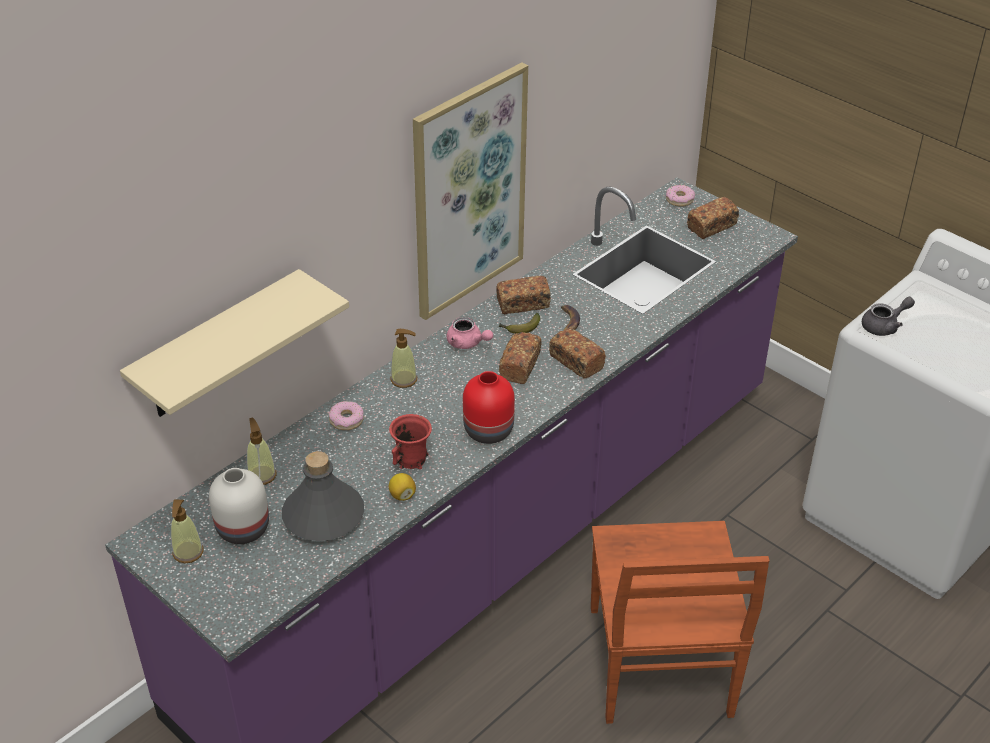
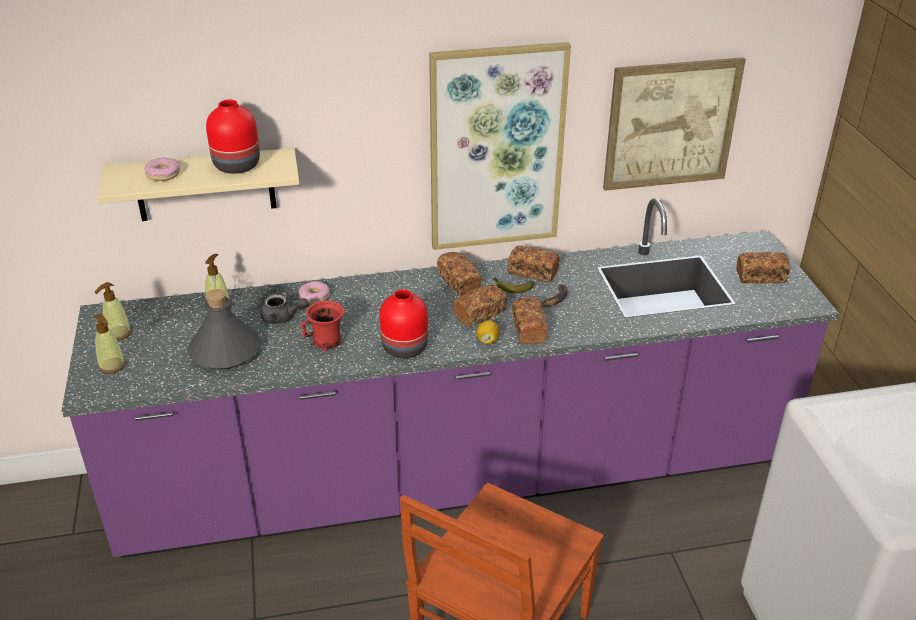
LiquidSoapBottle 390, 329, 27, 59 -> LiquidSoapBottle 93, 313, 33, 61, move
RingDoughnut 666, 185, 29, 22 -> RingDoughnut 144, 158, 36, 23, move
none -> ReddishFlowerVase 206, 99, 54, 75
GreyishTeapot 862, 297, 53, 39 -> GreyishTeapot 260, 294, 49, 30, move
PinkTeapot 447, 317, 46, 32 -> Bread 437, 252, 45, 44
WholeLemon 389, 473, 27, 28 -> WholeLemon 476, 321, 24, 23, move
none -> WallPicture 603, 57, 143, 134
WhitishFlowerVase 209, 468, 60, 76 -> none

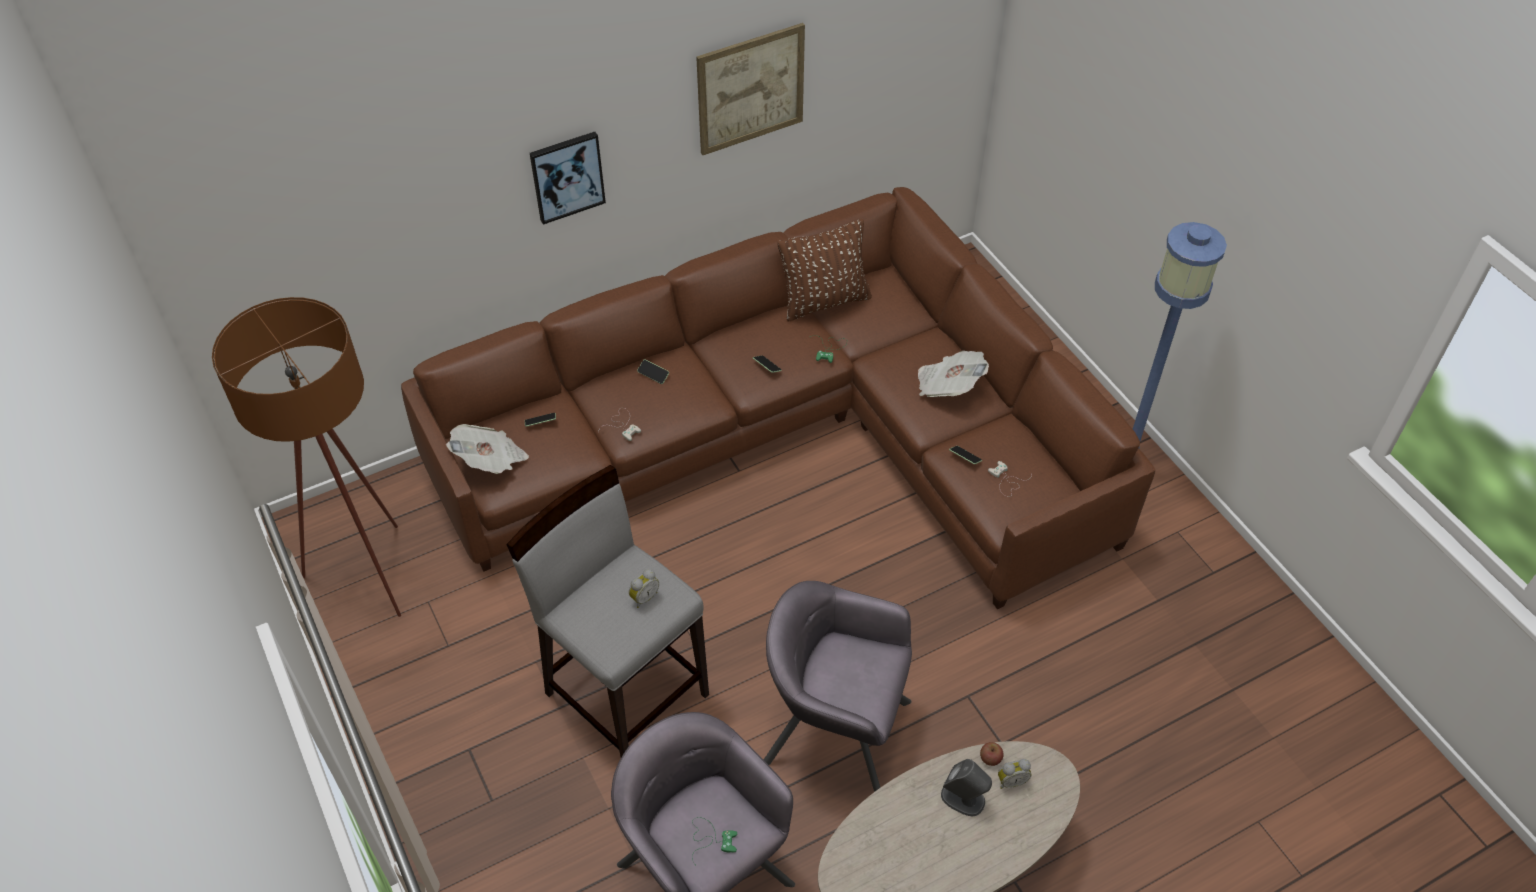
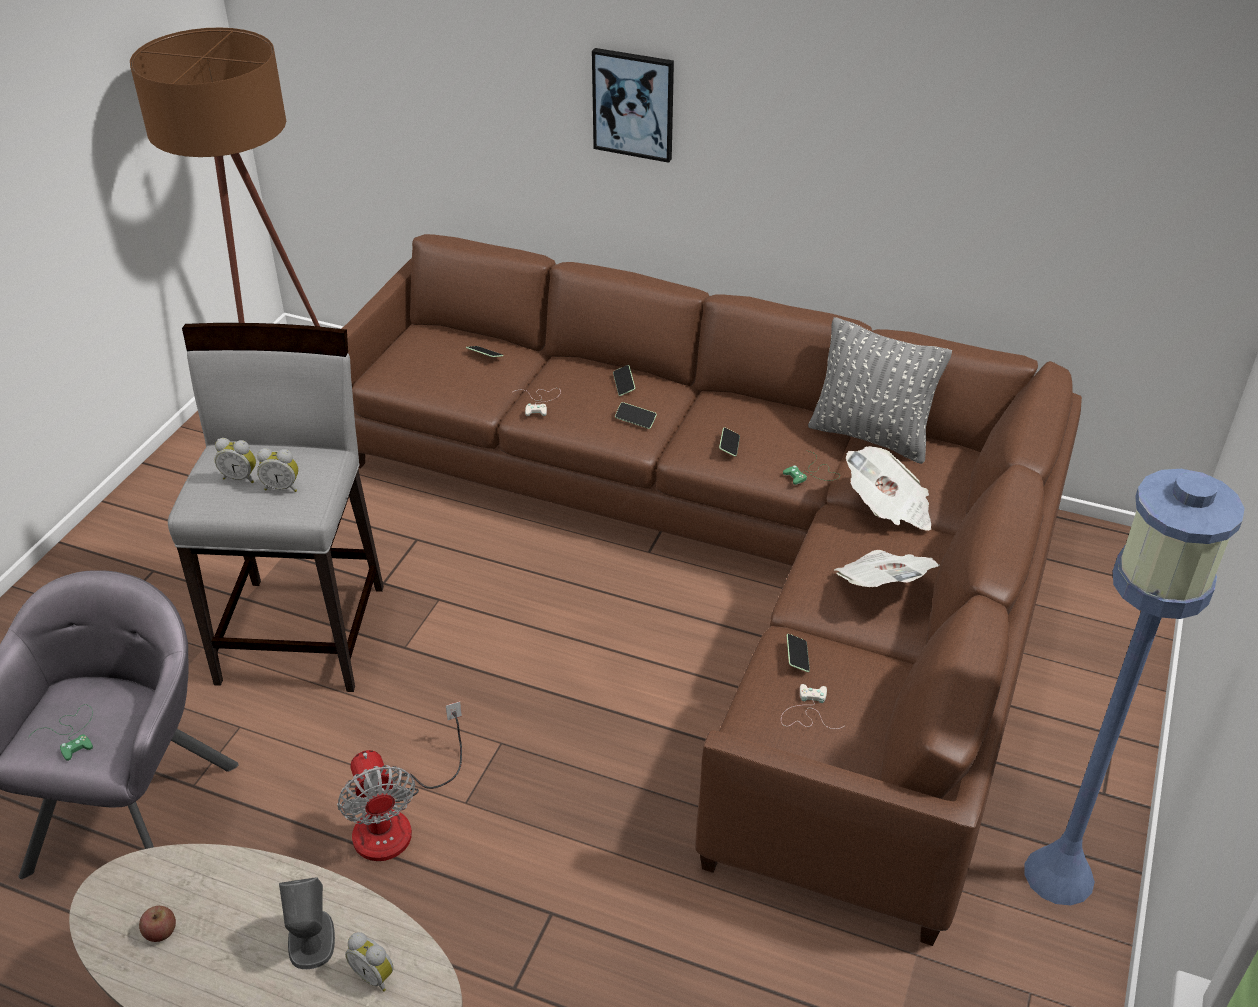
WholeApple 980, 742, 24, 24 -> WholeApple 139, 906, 37, 36, move
none -> BedsideClock 215, 438, 41, 45
GreyishArmchair 763, 581, 149, 211 -> Fan 337, 701, 125, 160
none -> Phone 615, 402, 42, 27
BrownColouredPillow 778, 219, 94, 103 -> GreyishPillow 808, 317, 144, 147
PrintedPaper 446, 424, 83, 50 -> PrintedPaper 846, 446, 86, 85, move
WallPicture 696, 23, 109, 132 -> none

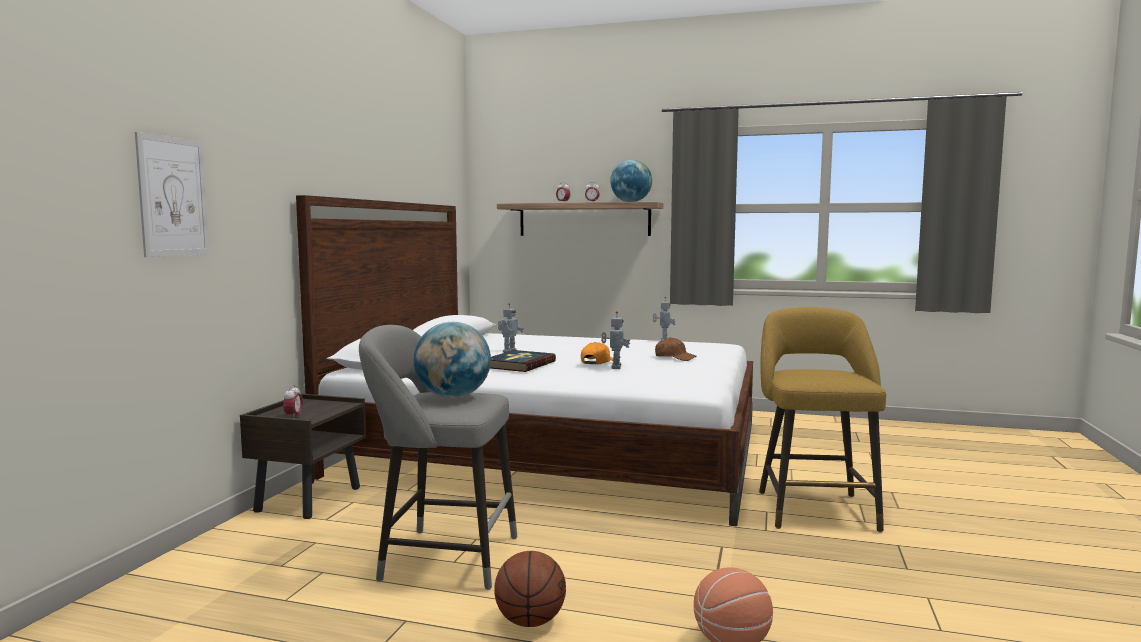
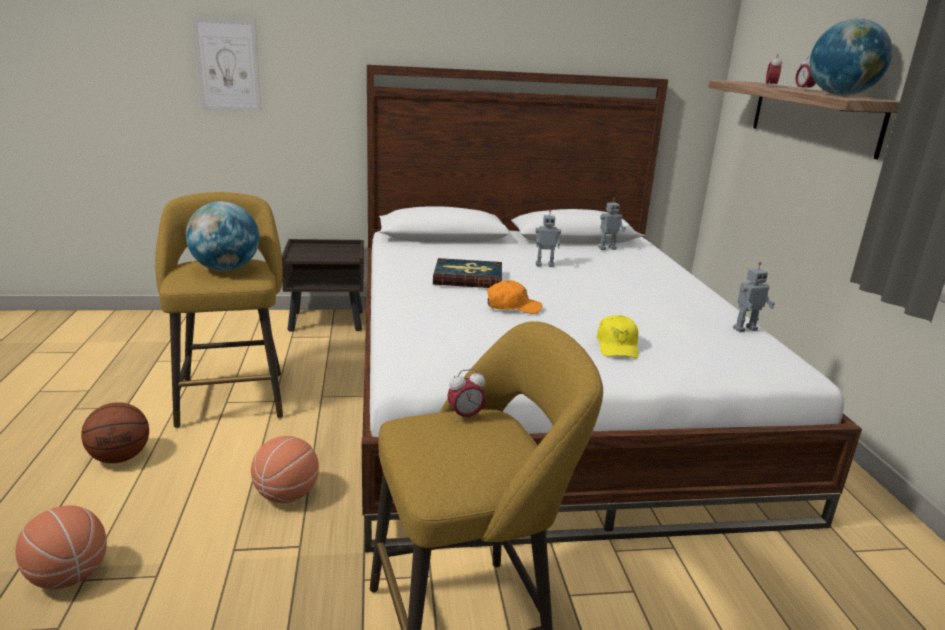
GreyishSittingStool 359, 325, 158, 265 -> YellowColouredSittingStool 155, 192, 128, 236
none -> BallForBasketball 251, 436, 68, 67
BedsideClock 283, 385, 20, 34 -> BedsideClock 447, 369, 39, 52, move
BrownColouredPeakedCap 655, 337, 42, 24 -> YellowColouredPeakedCap 596, 315, 43, 43
ToyRobot 601, 311, 29, 58 -> ToyRobot 598, 197, 27, 53, move

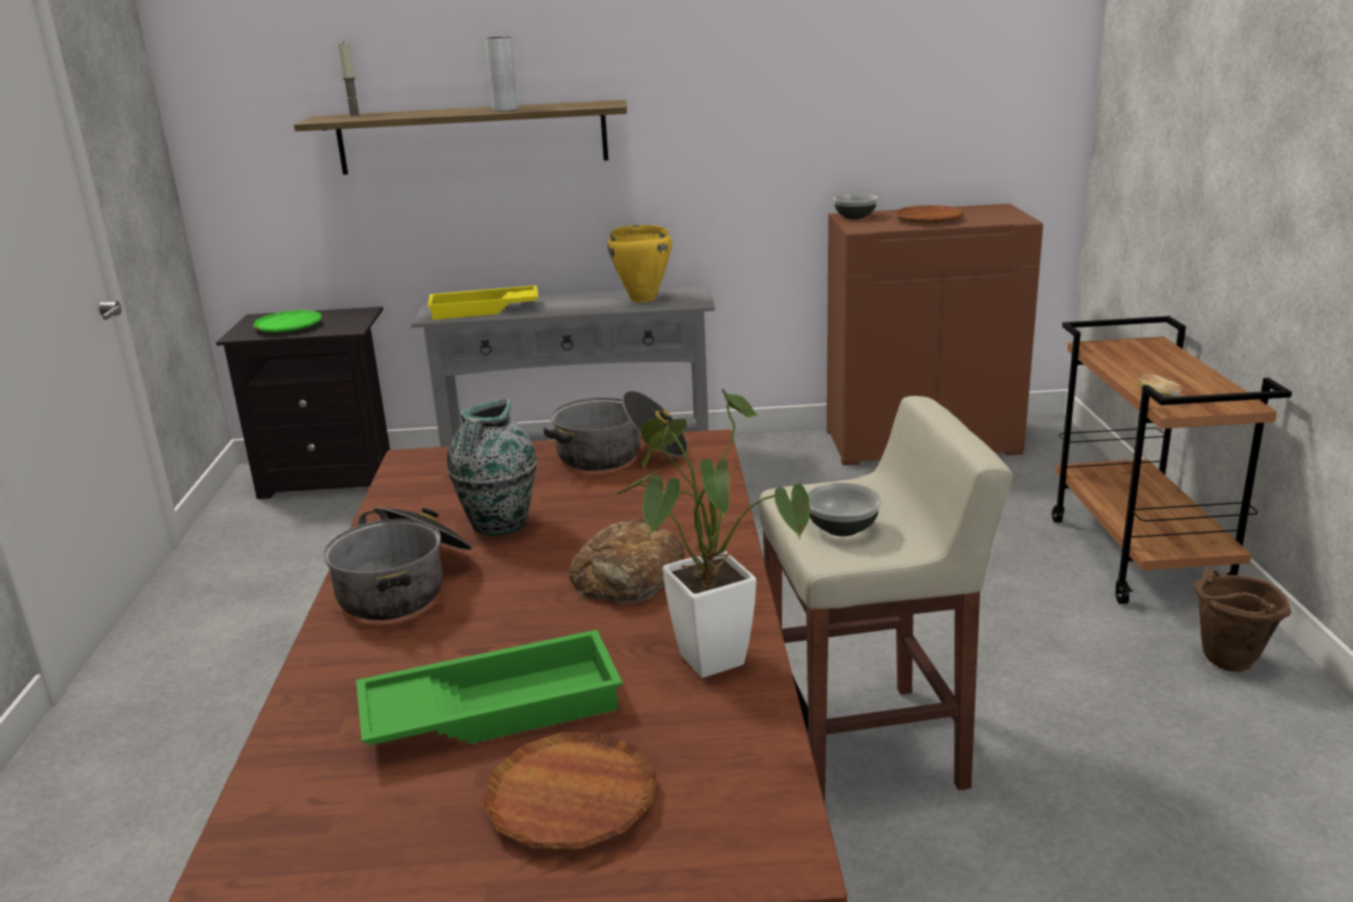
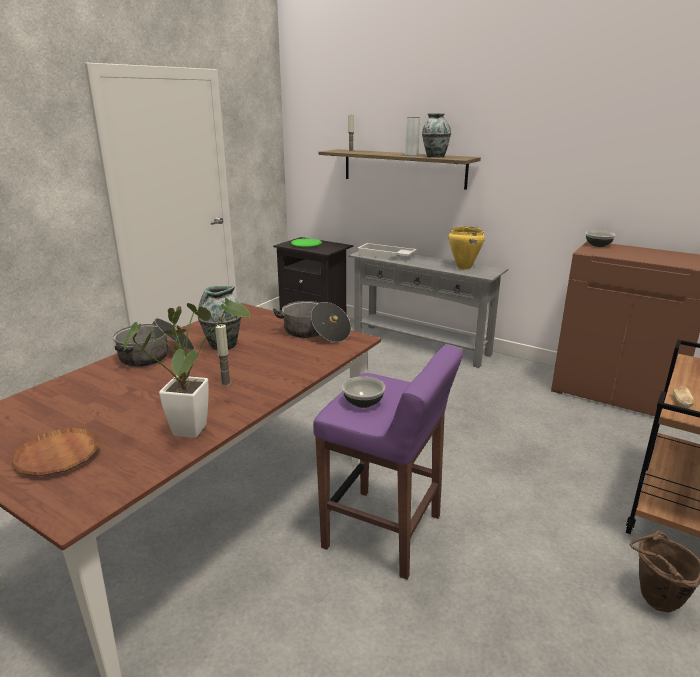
Bread 569, 518, 116, 86 -> WaxCandle 215, 324, 17, 62
BeigeColouredSittingStool 759, 396, 254, 407 -> PurplishSittingStool 313, 345, 150, 235
YellowColouredCarryingTray 428, 285, 110, 35 -> WhitishCarryingTray 357, 243, 60, 16
none -> FlowerVase 422, 113, 29, 44
GreenColouredCarryingTray 356, 630, 267, 115 -> none
BrownColouredPlate 895, 205, 69, 18 -> none

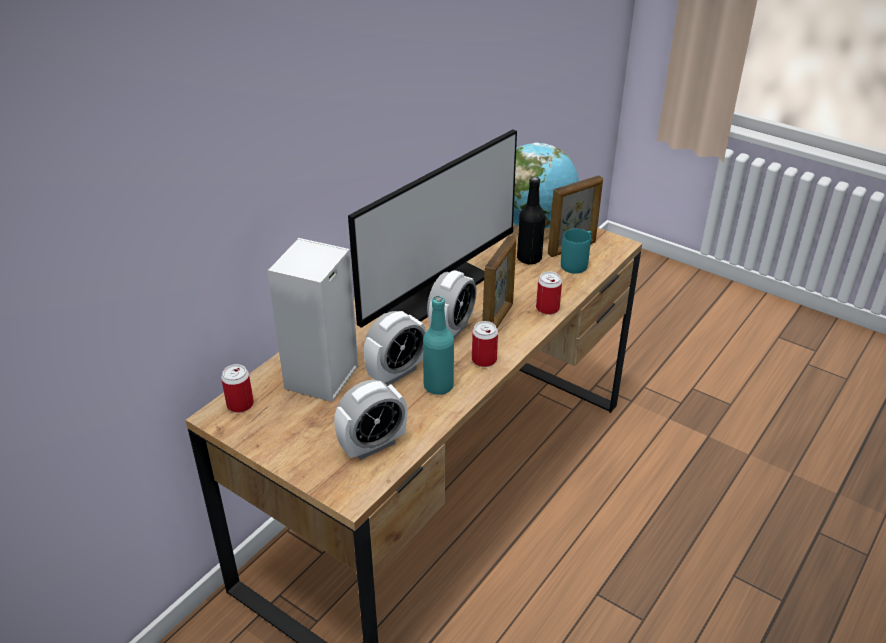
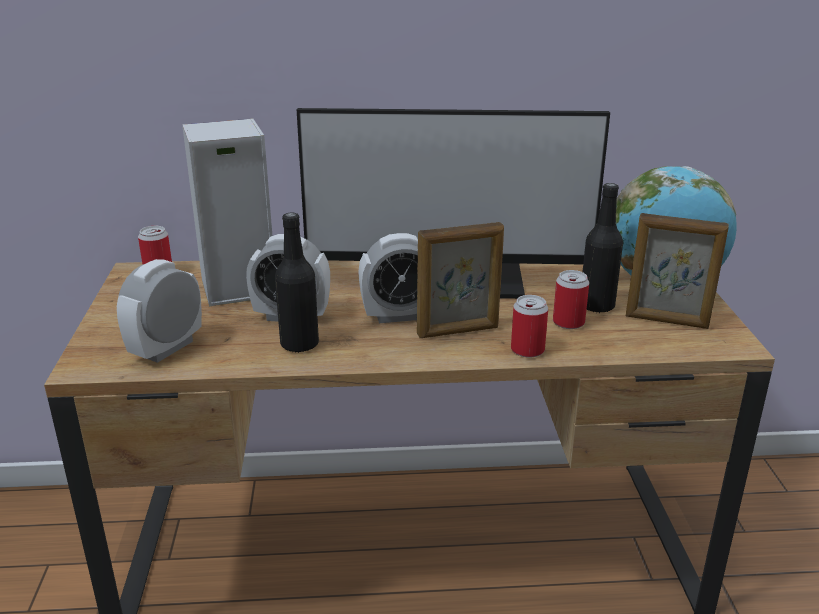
BedsideClock 334, 380, 73, 80 -> BedsideClock 117, 259, 85, 104, 105 degrees clockwise
BlueGreenBeverageBottle 423, 296, 31, 99 -> BlackBeverageBottle 275, 212, 44, 141
MetalCan 472, 321, 26, 46 -> MetalCan 553, 270, 36, 59, move
BlueGreenCoffeeMug 561, 228, 31, 46 -> none

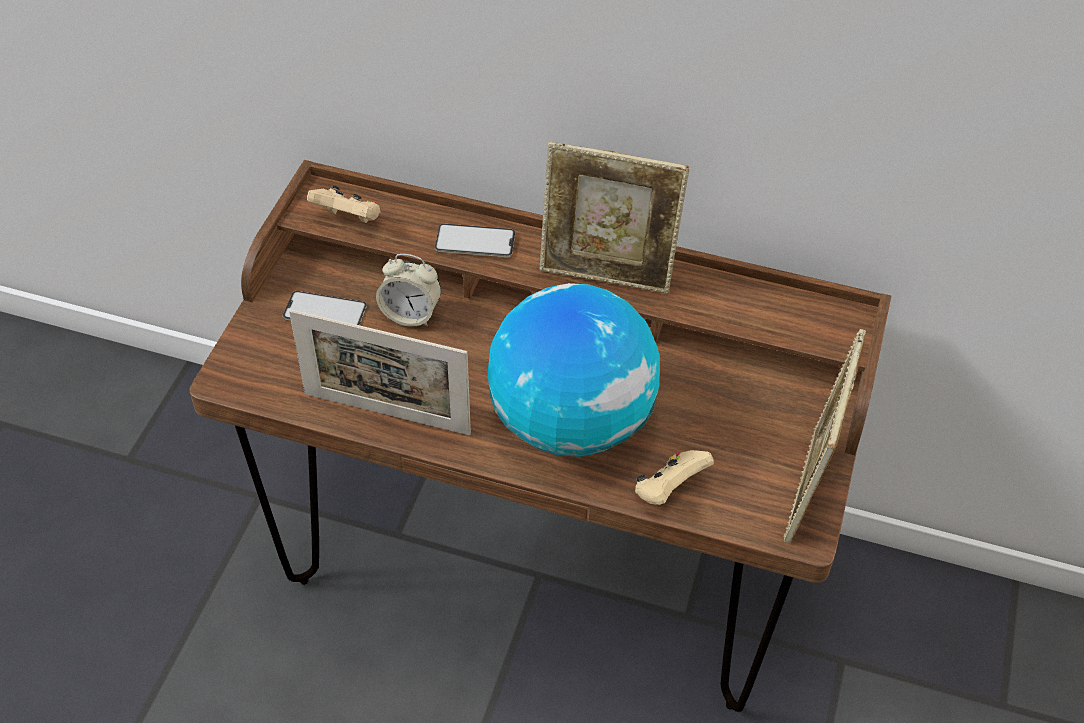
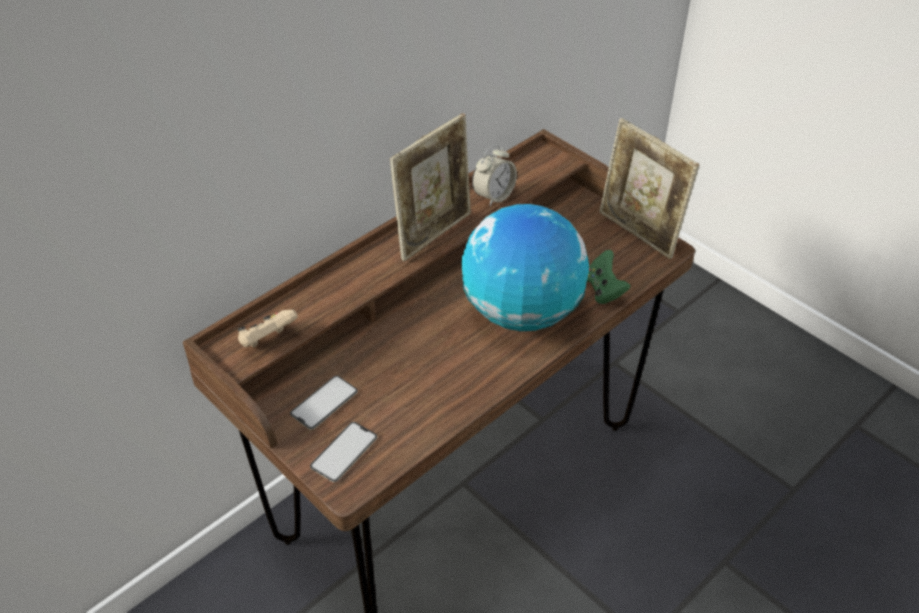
Phone 435, 223, 80, 34 -> Phone 310, 422, 67, 60, move
BedsideClock 376, 254, 65, 73 -> BedsideClock 472, 145, 45, 61, move
BeigeColouredGameController 635, 450, 79, 55 -> GreenColouredGameController 587, 250, 44, 54
PhotoFrame 289, 309, 182, 126 -> none

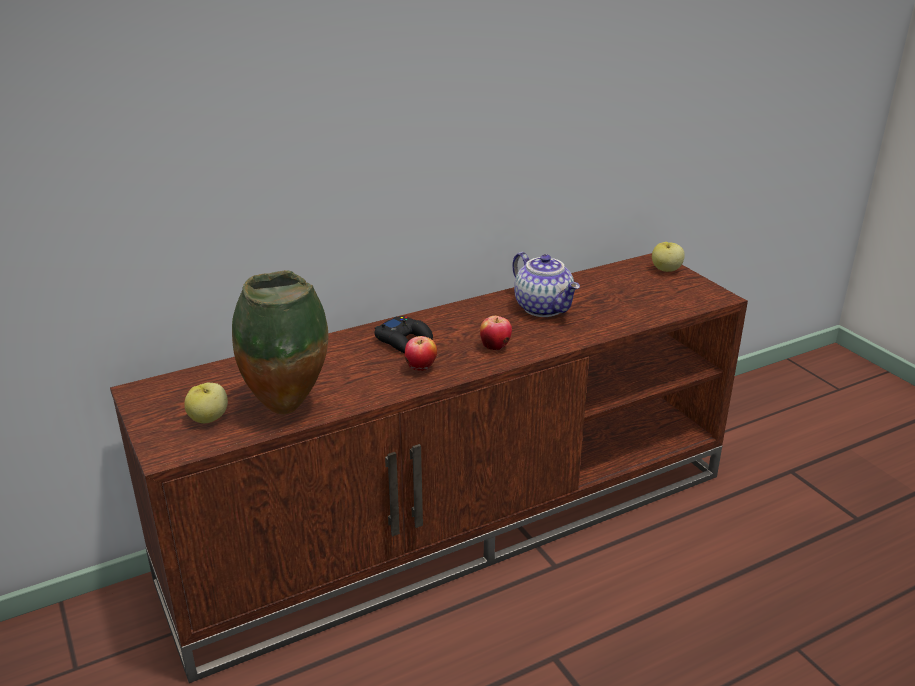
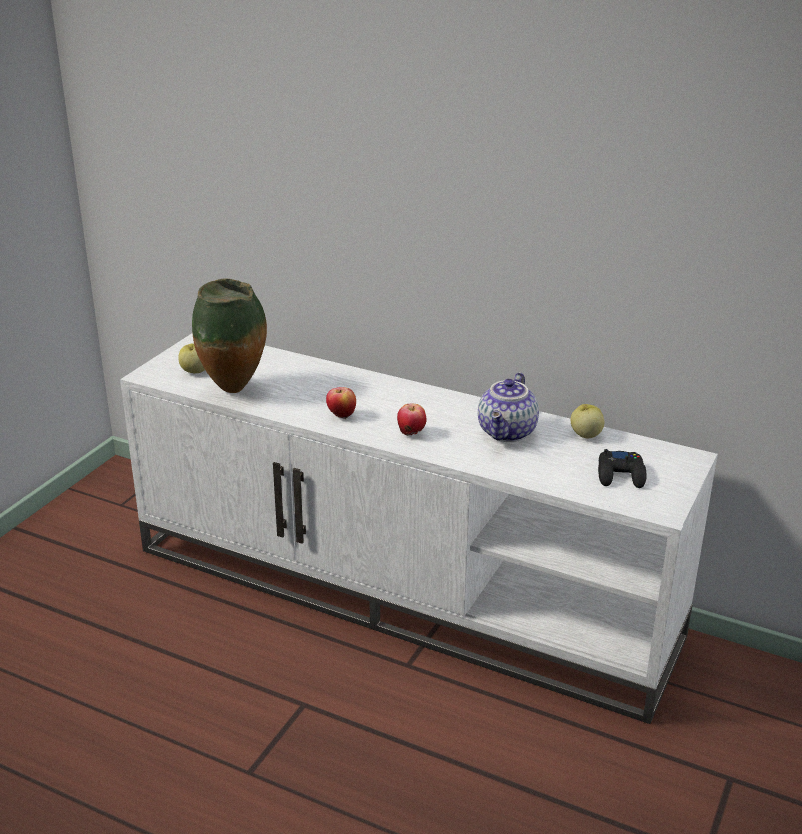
BrownColouredTvStand 110, 253, 638, 430 -> WhitishTvStand 120, 333, 598, 391
WholeApple 652, 242, 33, 30 -> WholeApple 571, 404, 33, 34, move
BlackGameController 374, 316, 59, 37 -> BlackGameController 598, 449, 49, 39, move

